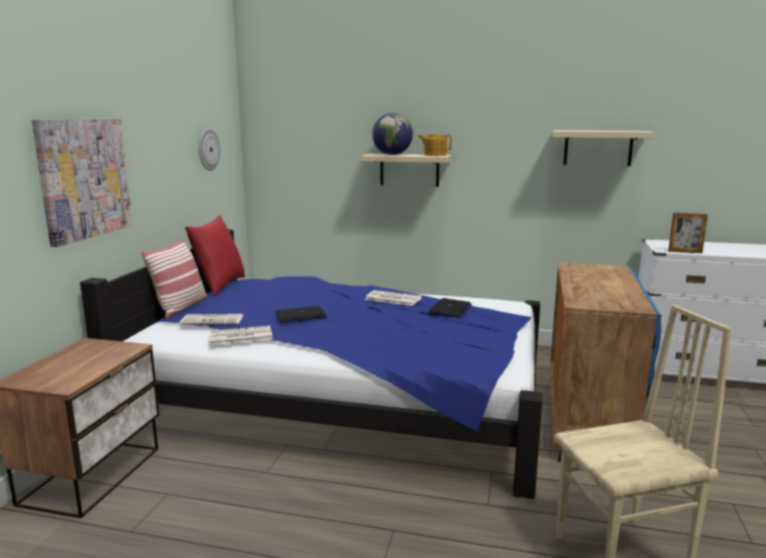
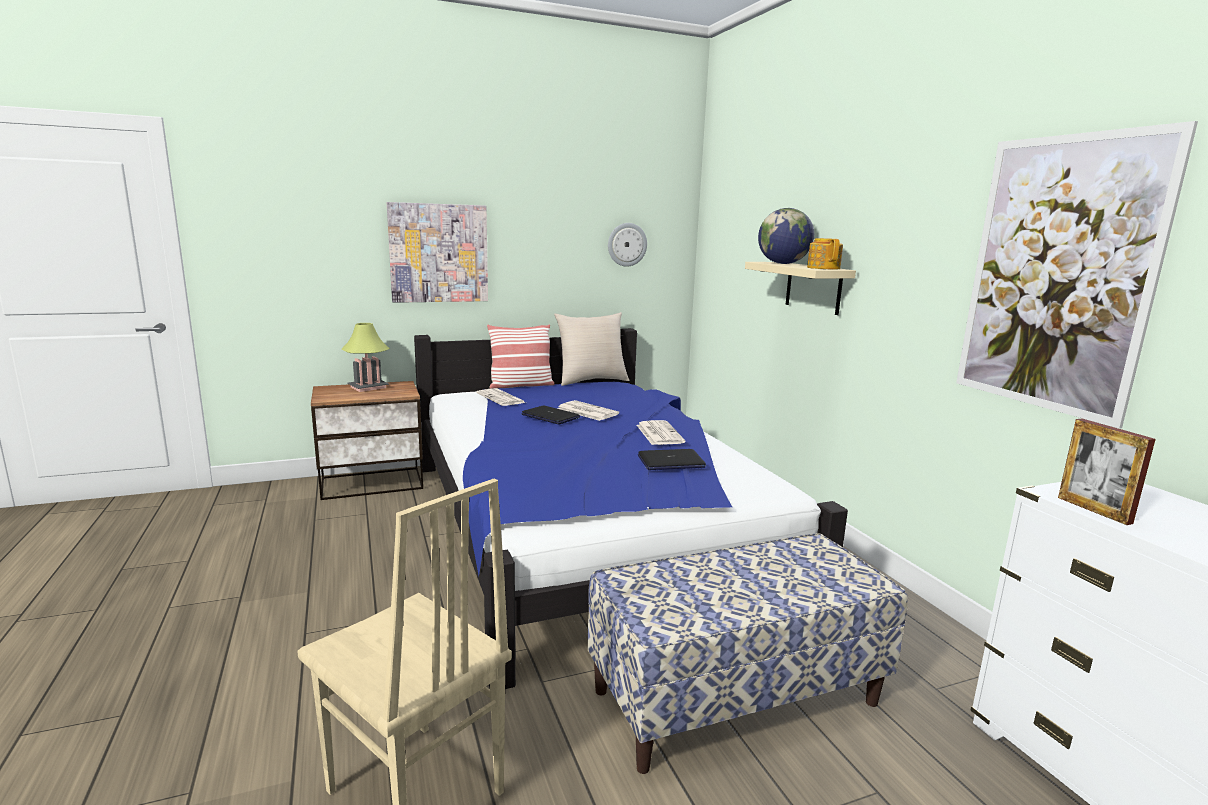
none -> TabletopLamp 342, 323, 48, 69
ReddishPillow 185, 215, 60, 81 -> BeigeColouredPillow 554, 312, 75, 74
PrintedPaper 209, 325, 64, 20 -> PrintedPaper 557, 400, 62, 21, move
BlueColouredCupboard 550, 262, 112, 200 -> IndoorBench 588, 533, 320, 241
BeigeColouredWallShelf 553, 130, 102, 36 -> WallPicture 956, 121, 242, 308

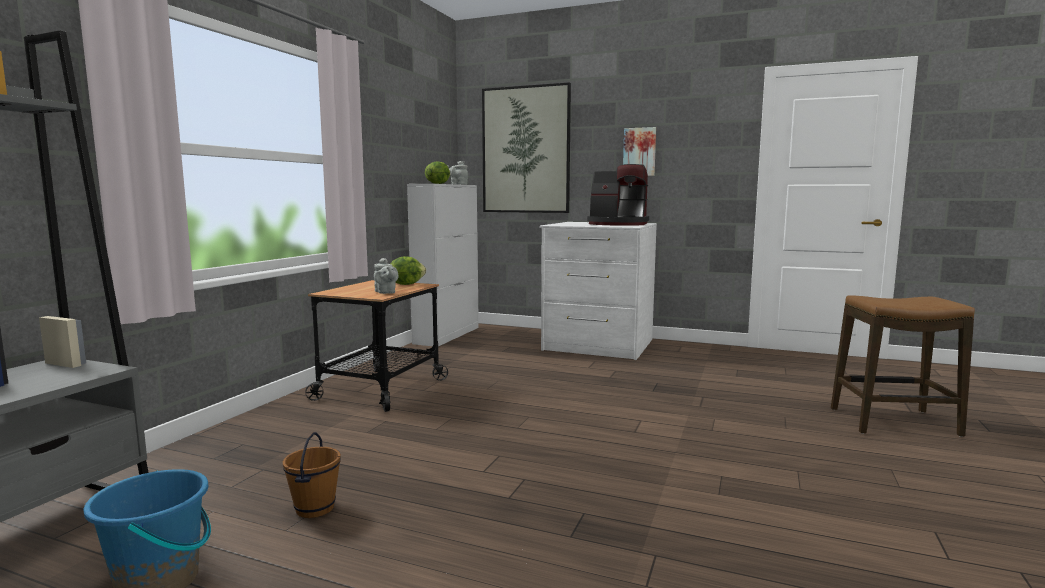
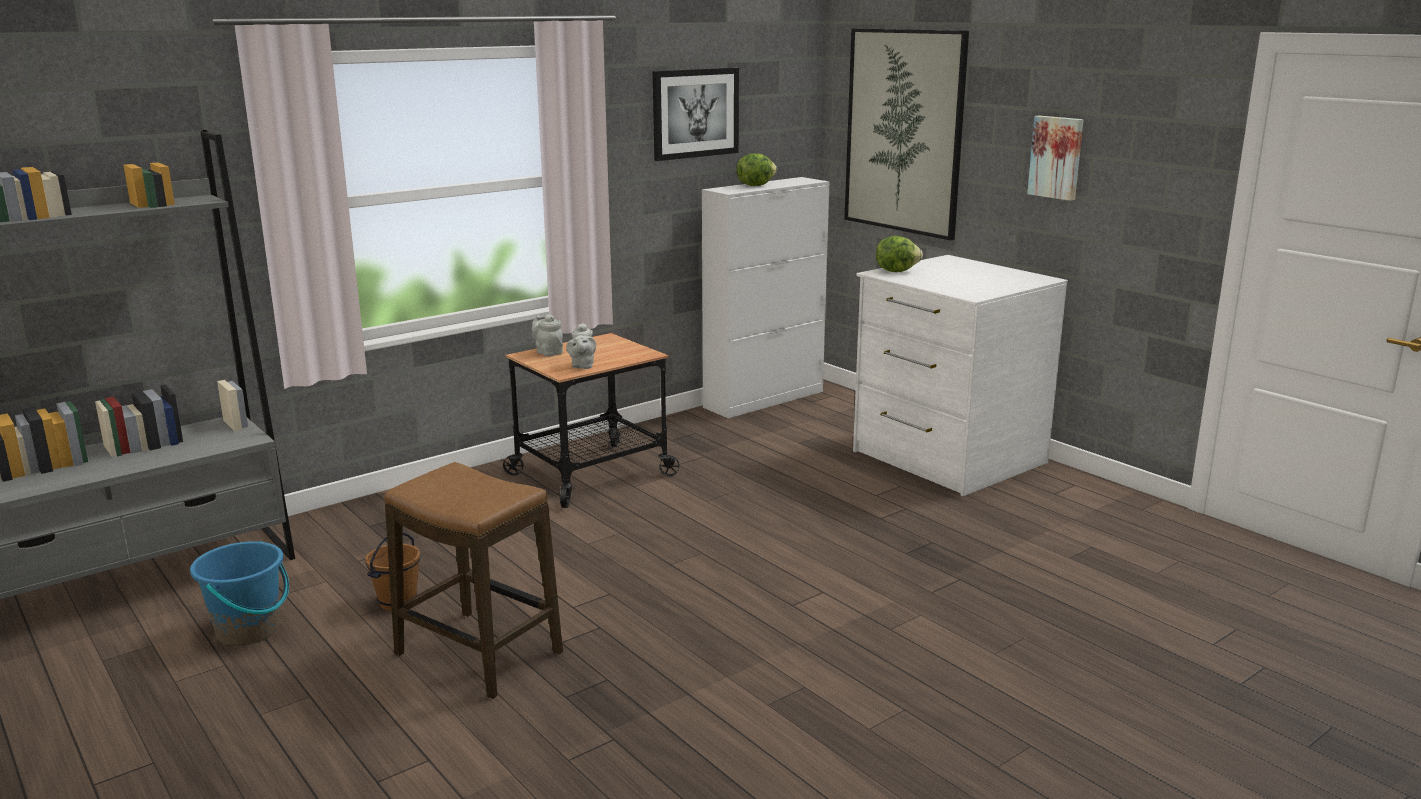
SittingStool 831, 296, 144, 141 -> SittingStool 385, 462, 178, 237, move
GreyishTeapot 447, 161, 21, 24 -> GreyishTeapot 532, 314, 31, 42, move
none -> WallPicture 653, 68, 86, 93
LettuceHead 390, 256, 36, 29 -> LettuceHead 876, 236, 47, 36, move
CoffeeMachine 587, 164, 62, 62 -> none

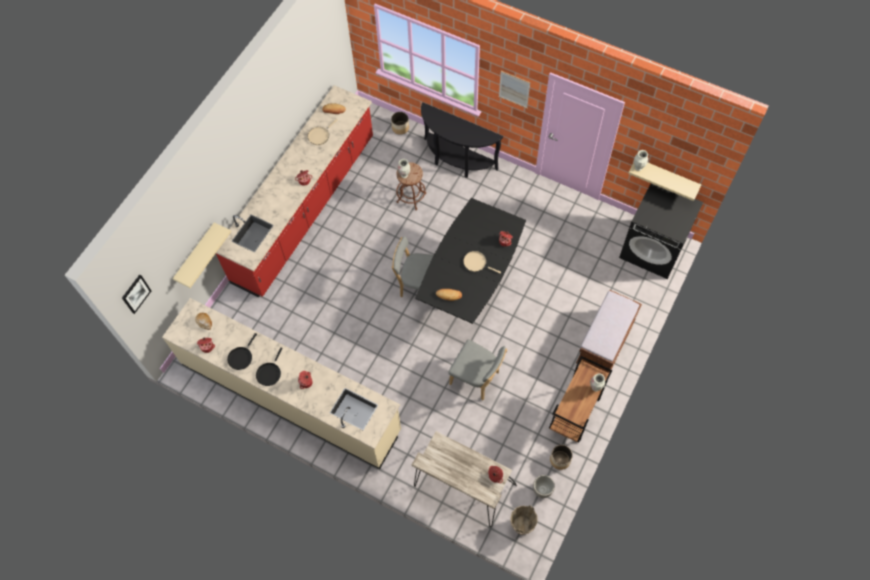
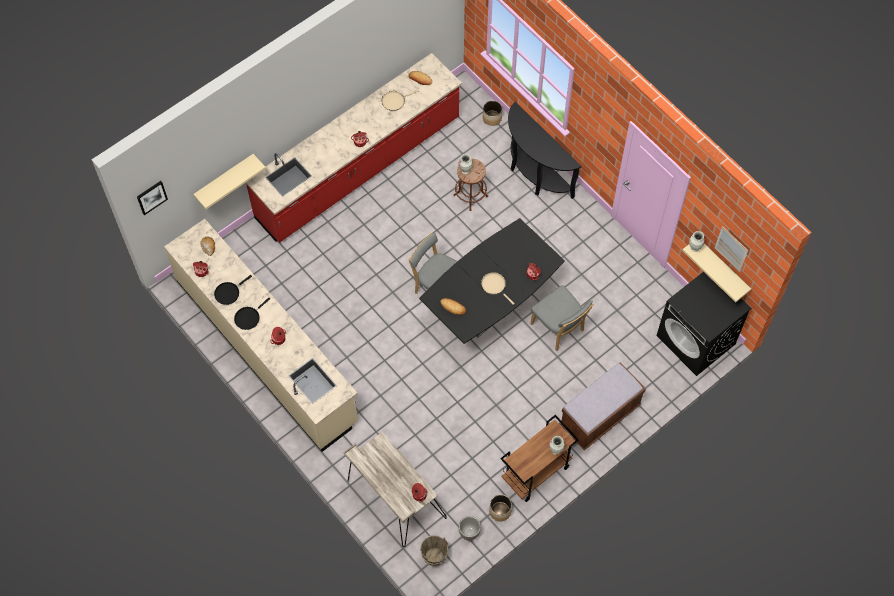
GreyishChair 448, 339, 59, 62 -> GreyishChair 530, 285, 64, 66, move
WallPicture 499, 71, 31, 37 -> WallPicture 715, 226, 33, 46, move

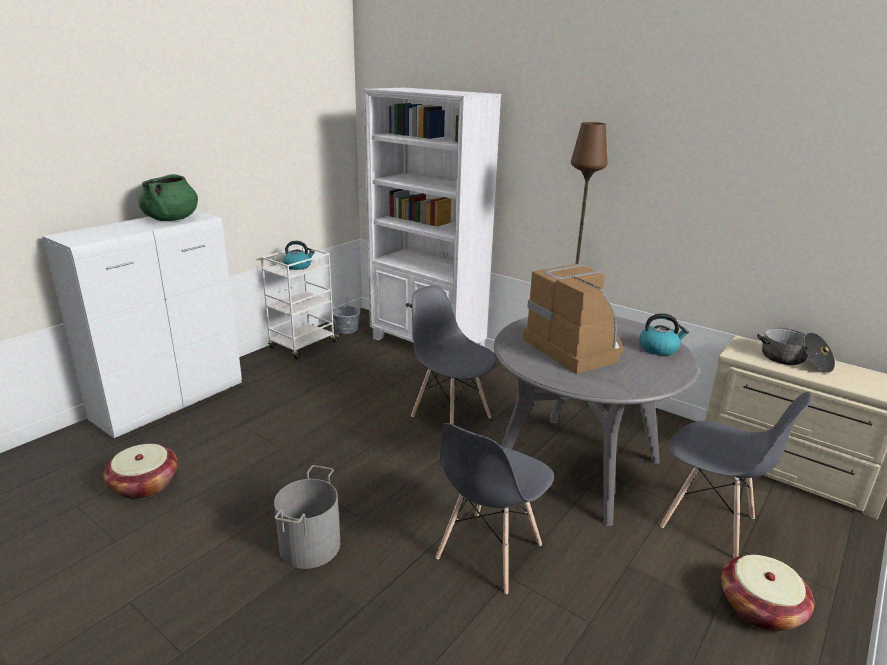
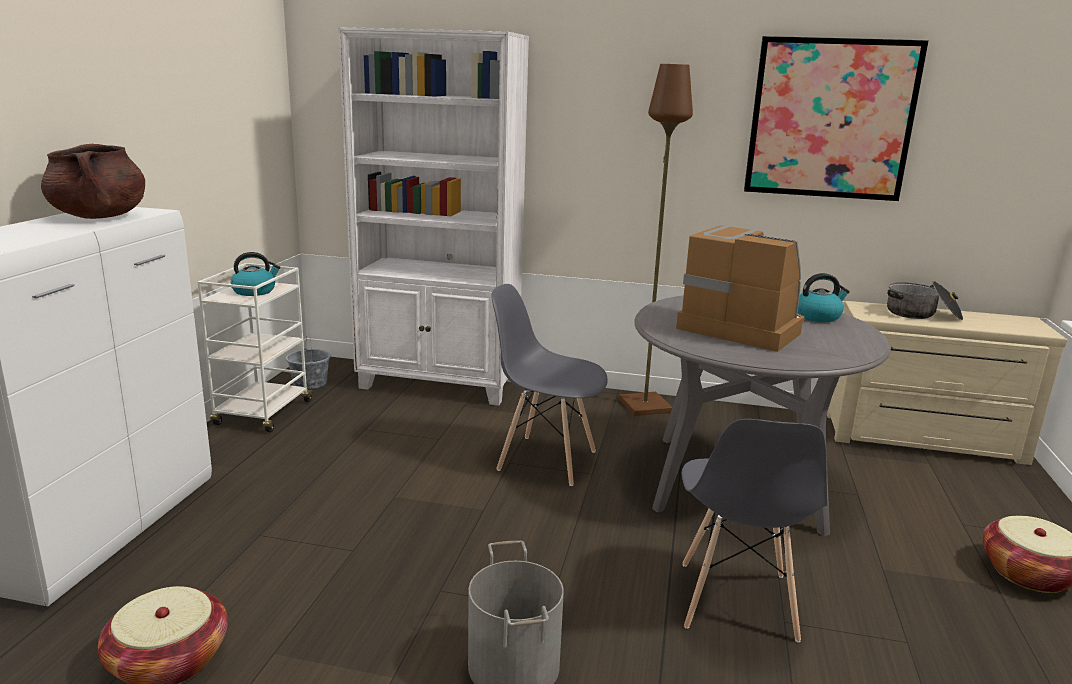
GreenColouredSaucepot 138, 174, 60, 47 -> BrownColouredSaucepot 41, 144, 104, 75
none -> WallPicture 744, 36, 185, 165
GreyishChair 660, 392, 152, 166 -> none

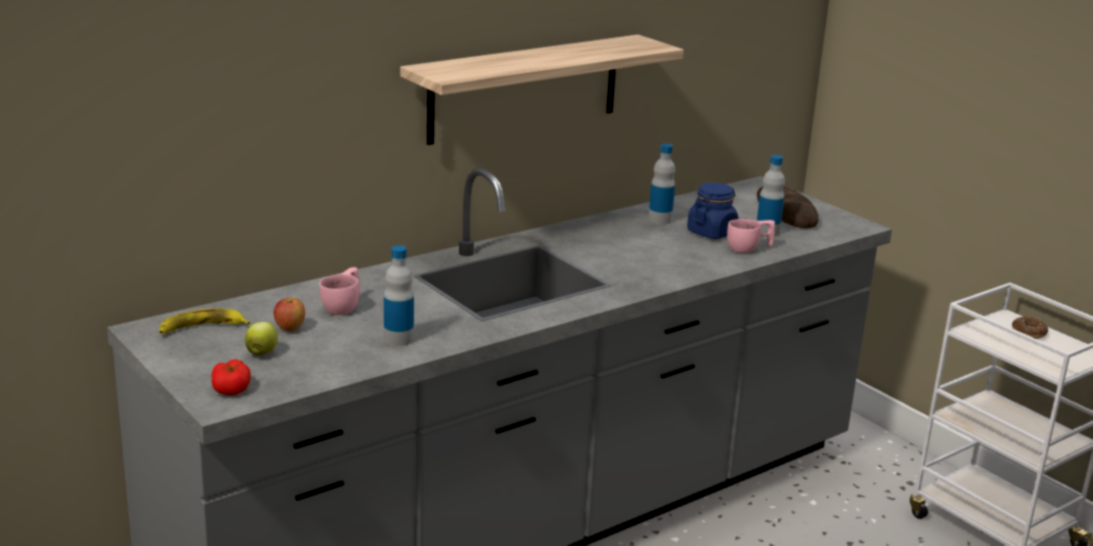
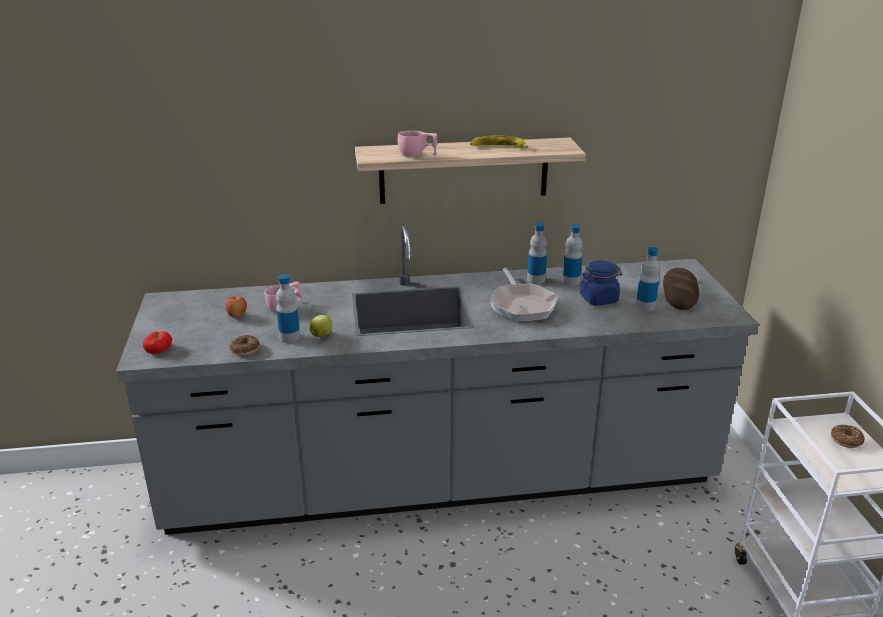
none -> RingDoughnut 229, 335, 31, 20
WholeApple 245, 322, 33, 33 -> WholeApple 309, 315, 23, 22, move
PinkCup 727, 219, 48, 34 -> PinkCup 398, 130, 39, 27, move
BananaFruit 159, 308, 91, 26 -> BananaFruit 470, 135, 58, 13, move
none -> Skillet 490, 268, 68, 54
none -> BeverageBottle 527, 223, 20, 61

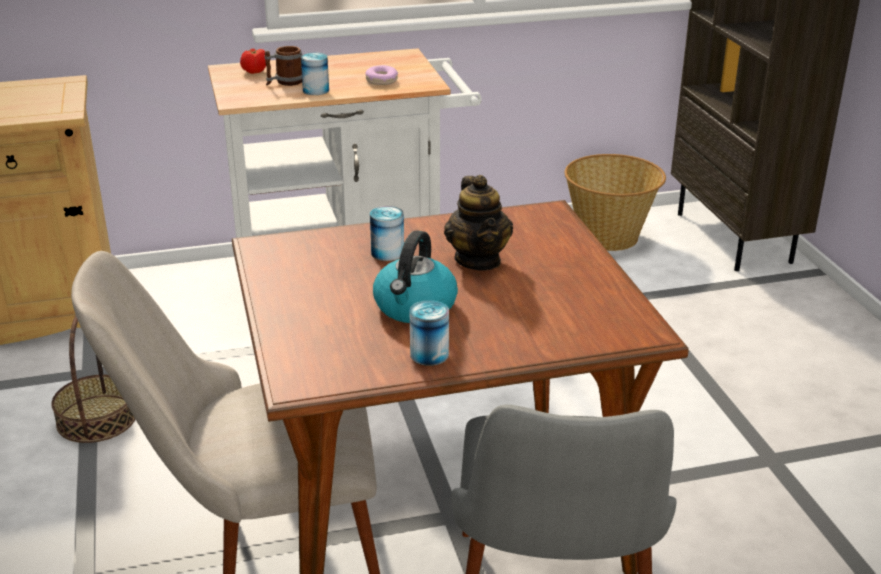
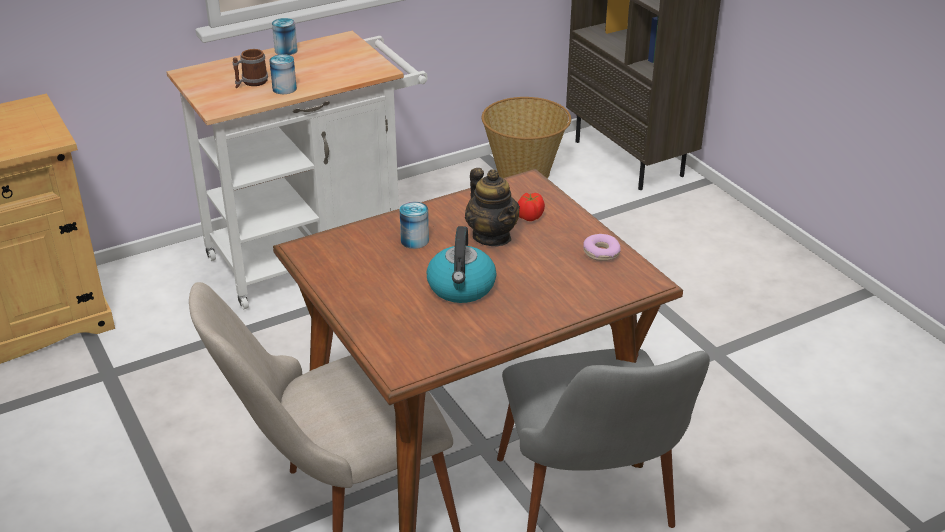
MetalCan 410, 300, 39, 66 -> MetalCan 272, 18, 26, 37, move
Tomato 240, 48, 26, 26 -> Tomato 518, 193, 27, 28, move
RingDoughnut 365, 65, 33, 20 -> RingDoughnut 583, 234, 38, 27, move
HouseholdBasket 51, 315, 84, 128 -> none

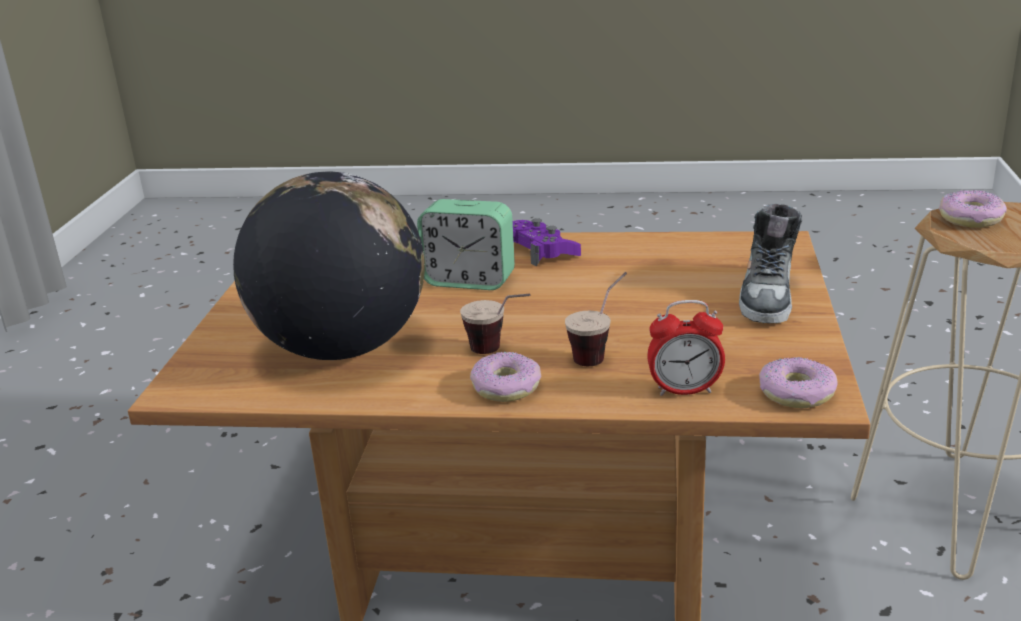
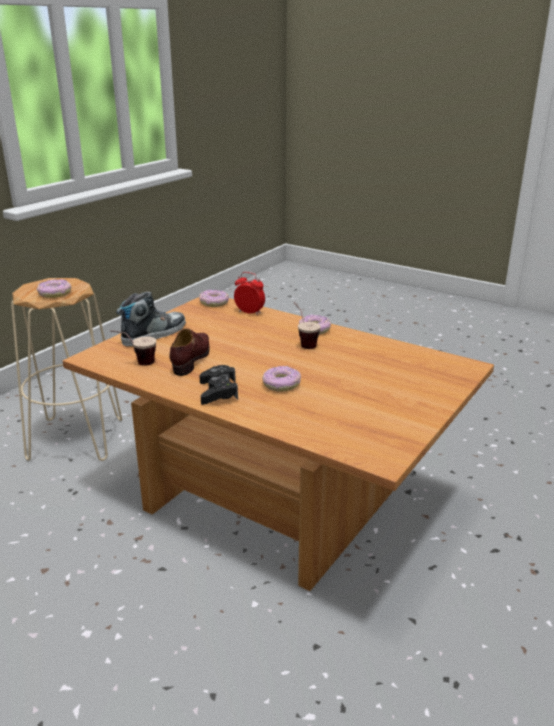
Cup 565, 272, 62, 94 -> Cup 110, 330, 46, 36, move
none -> BrownColouredLowShoe 169, 328, 40, 48
PurplishGameController 513, 218, 68, 49 -> BlackGameController 199, 365, 39, 40
BedsideClock 417, 199, 98, 91 -> RingDoughnut 262, 366, 39, 25
Globe 233, 172, 192, 188 -> none

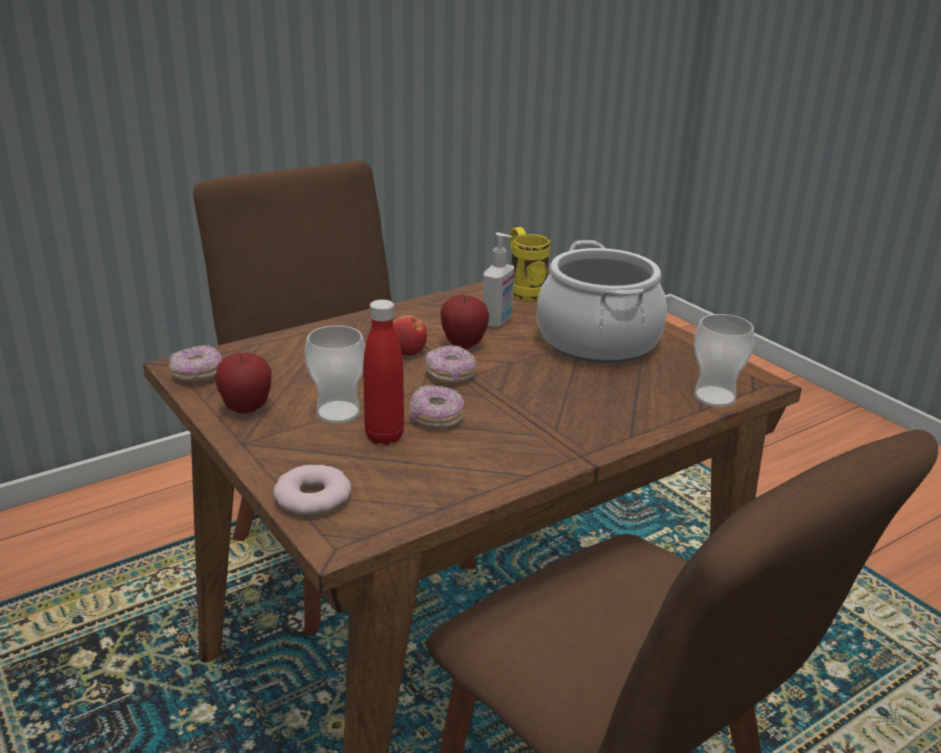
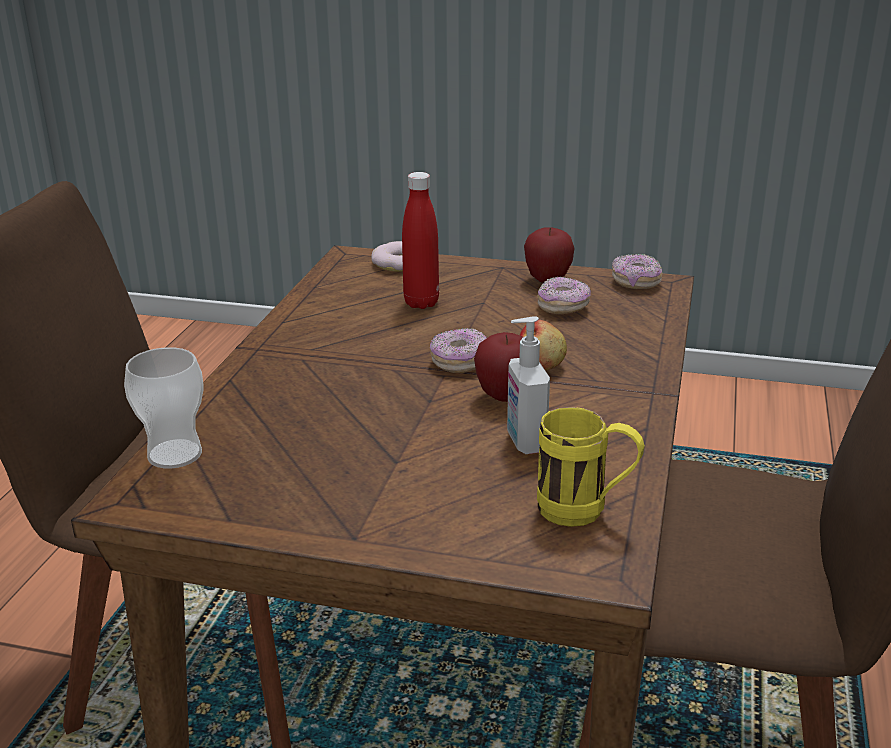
RingDoughnut 410, 385, 54, 44 -> RingDoughnut 537, 277, 54, 37, move
Cup 304, 325, 61, 98 -> none
Saucepot 537, 240, 130, 123 -> none

